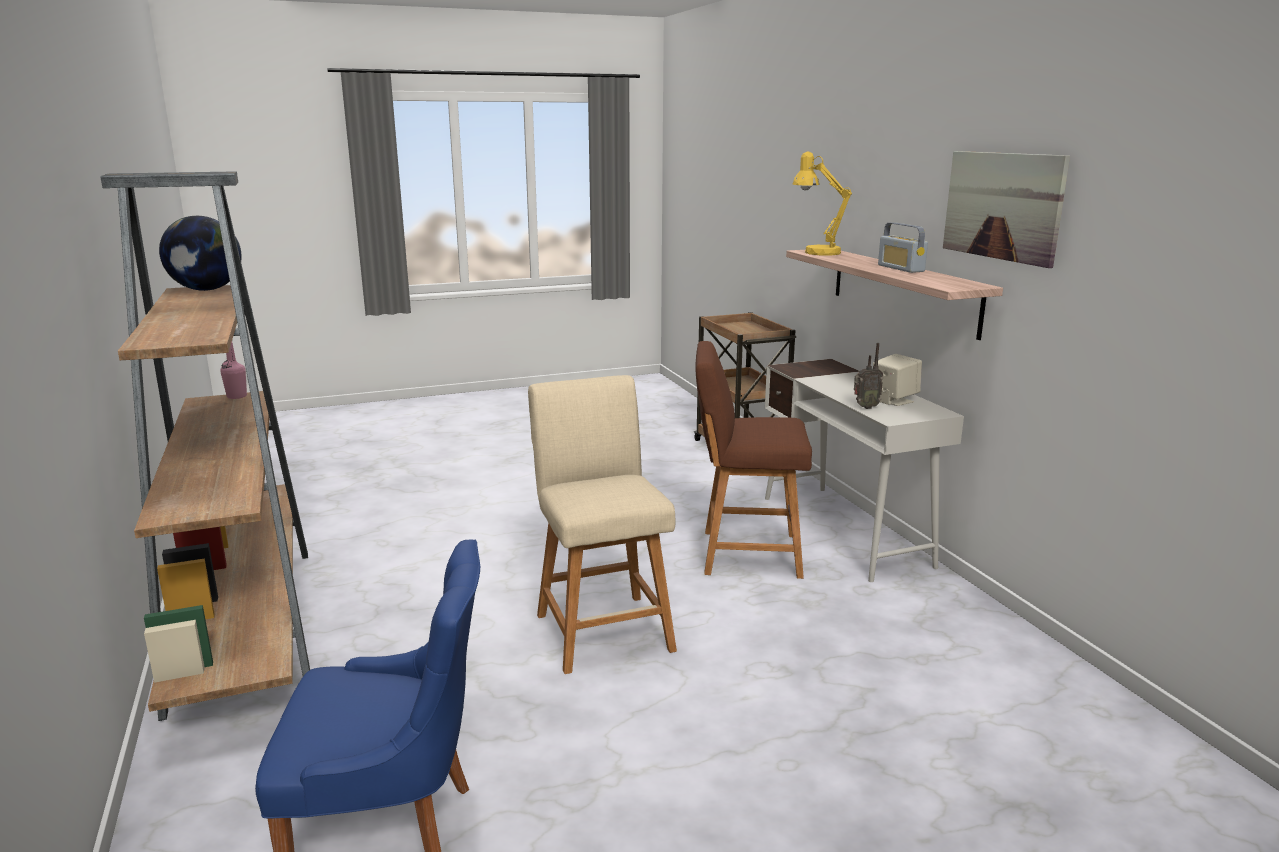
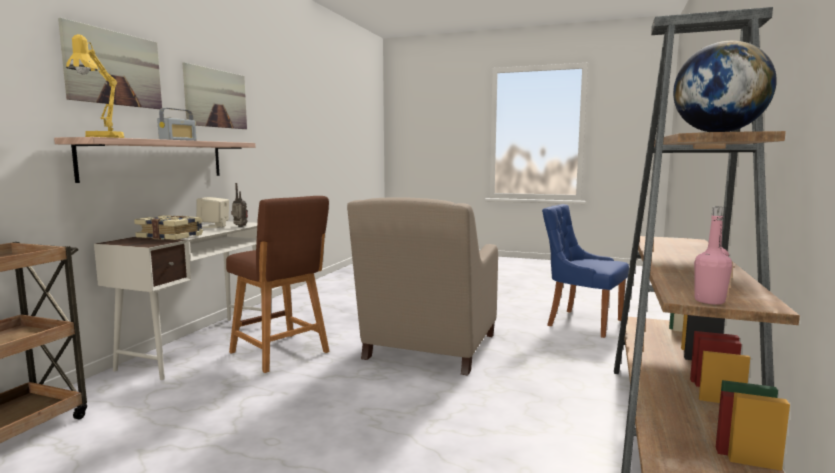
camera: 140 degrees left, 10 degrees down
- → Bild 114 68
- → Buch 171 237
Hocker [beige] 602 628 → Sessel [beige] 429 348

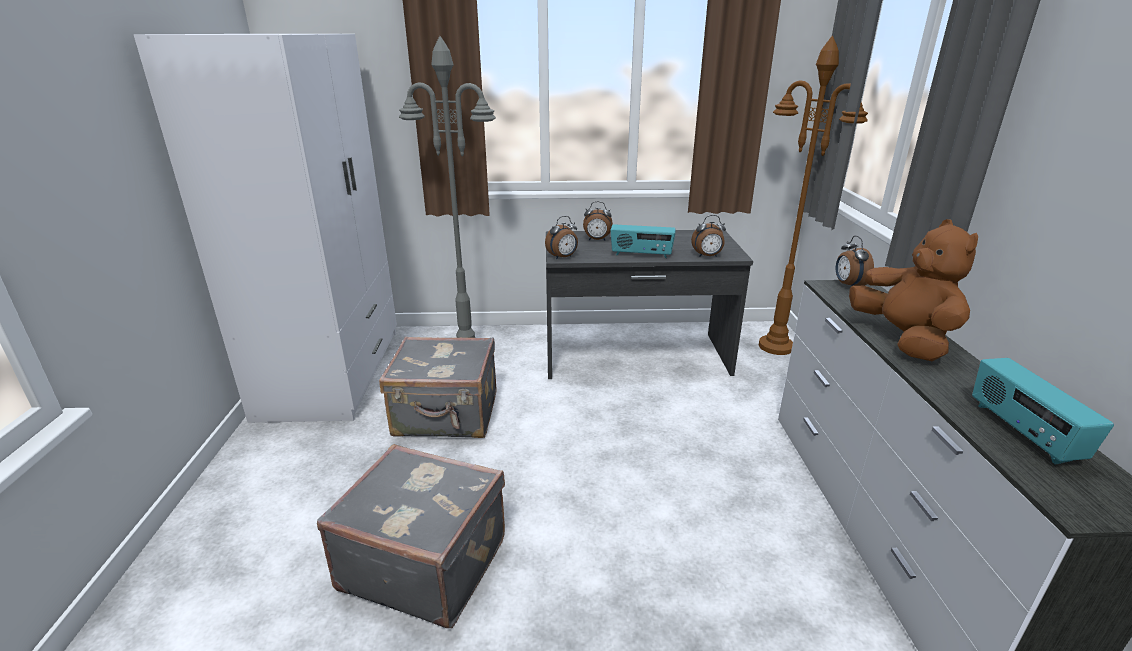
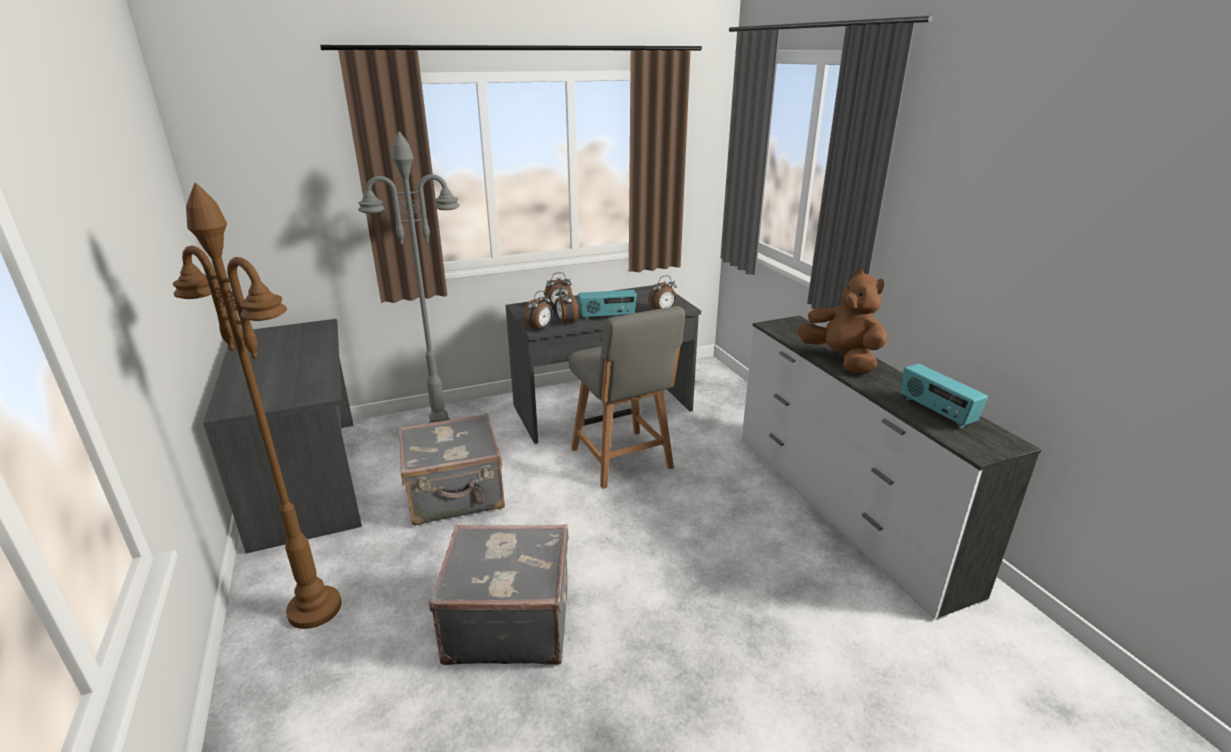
camera: 20 degrees left, 0 degrees up
- → Stuhl [grau] 623 460
Stehlampe [braun] 776 347 → Stehlampe [braun] 315 609, shifted
Wecker 848 285 → Wecker 566 322, shifted
Kleiderschrank [weiß] 333 372 → Schreibtisch [grau] 310 478

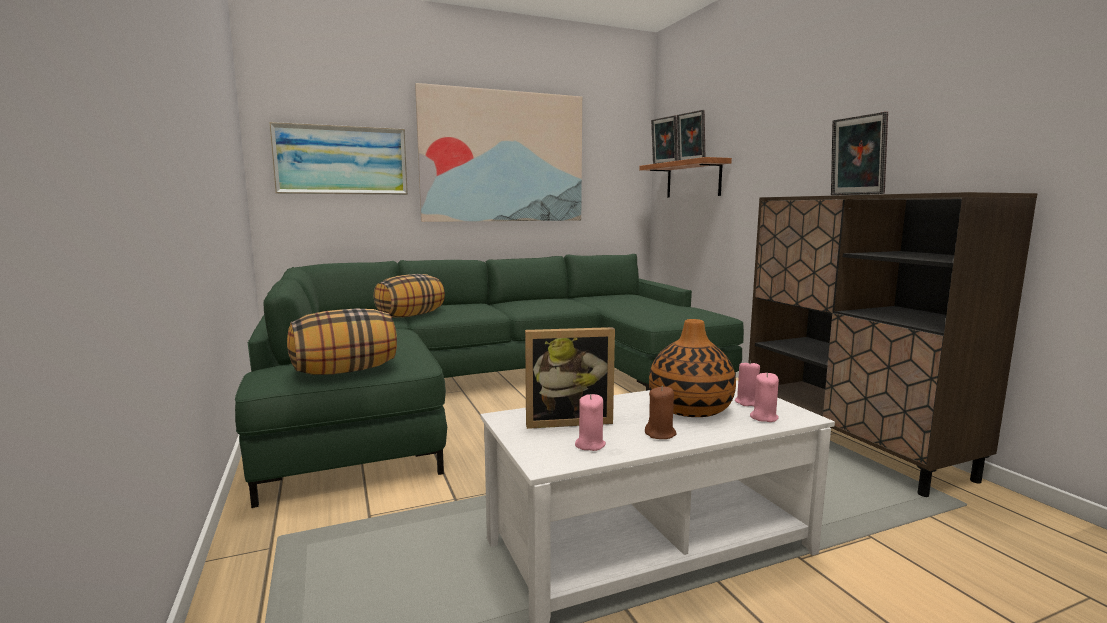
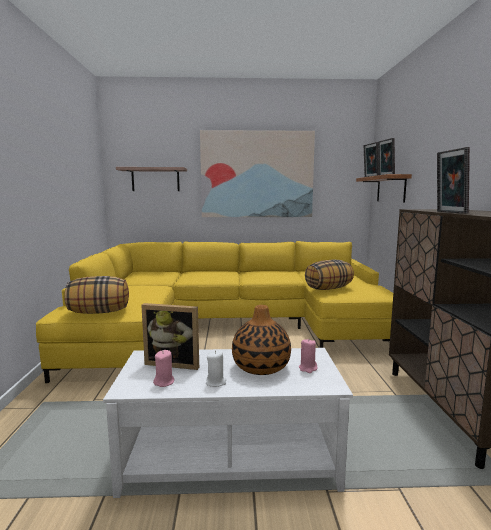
camera: 20 degrees right, 0 degrees up
Kerze [rosa] 763 417 → -
Kissen 410 315 → Kissen 328 288, shifted
Bild 341 160 → Wandregal 155 180
Sofa [grün] 490 387 → Sofa [gelb] 227 327
Kerze [braun] 660 434 → Kerze [weiß] 216 382

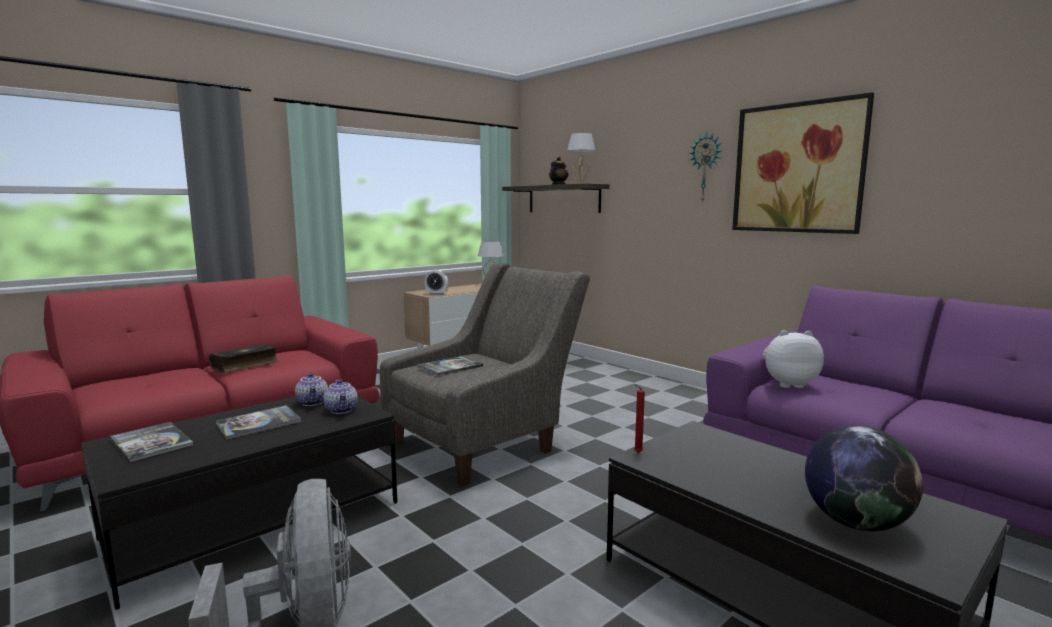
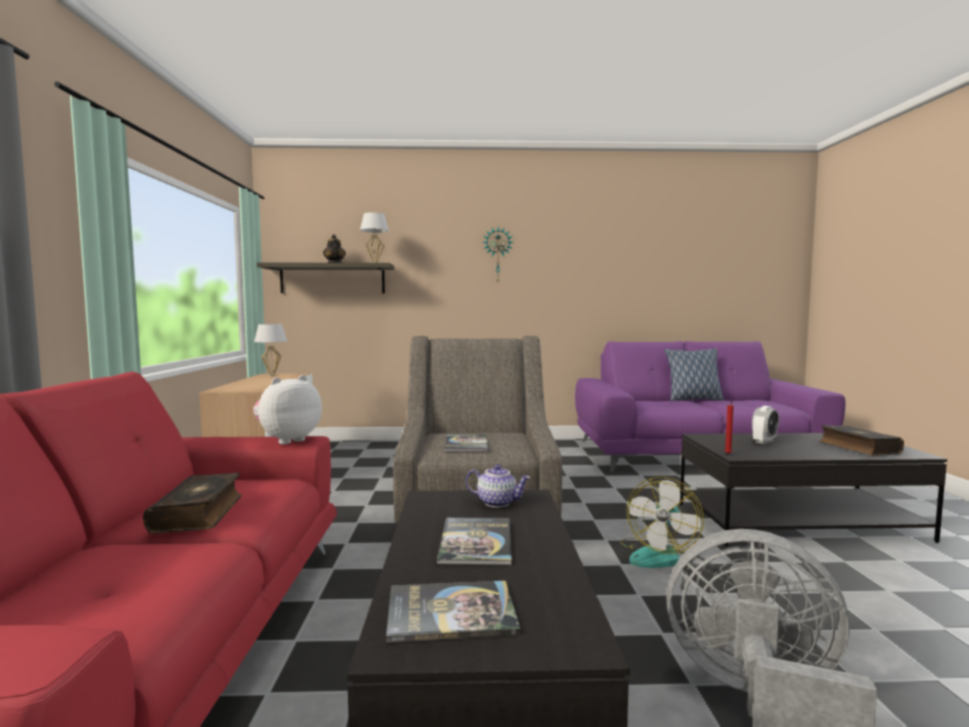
camera: 50 degrees left, 5 degrees down
Teekanne 313 402 → -
Bild 798 168 → -
- → Ventilator 657 554
- → Kissen 693 399
Wecker 436 294 → Wecker 764 441, shifted
Plüschtier 788 384 → Plüschtier 287 440, shifted
Globus 855 523 → Buch 858 448

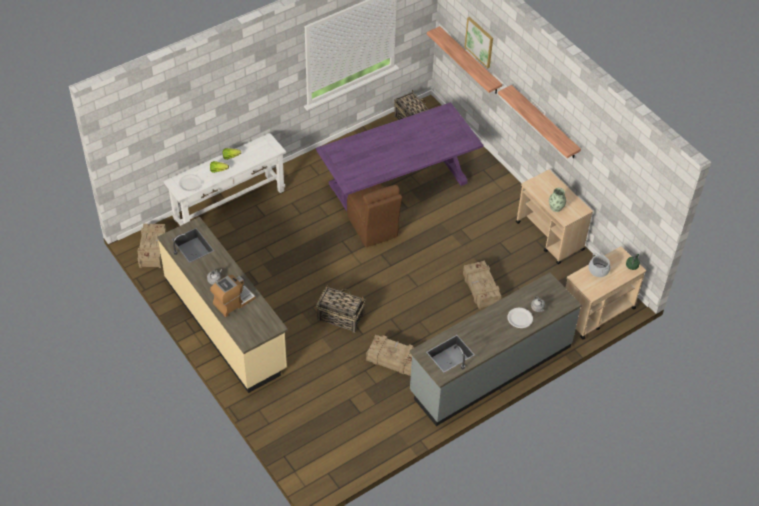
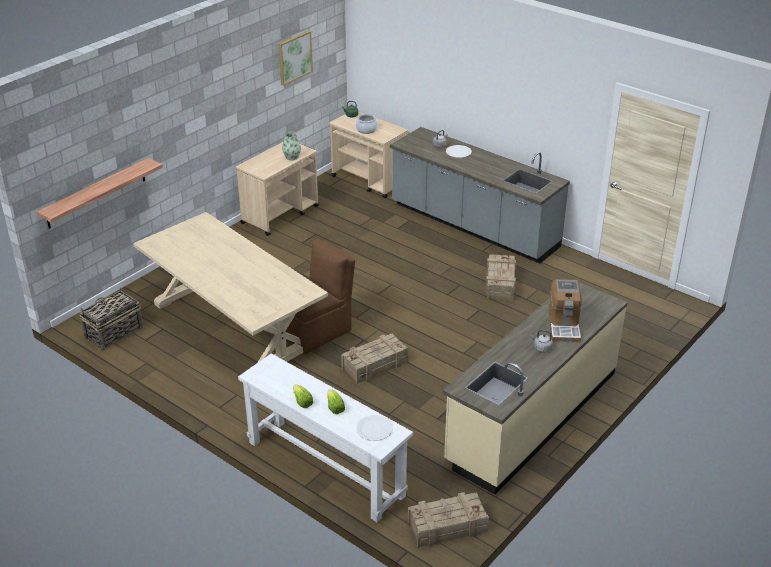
camera: 105 degrees left, 15 degrees down
Korb 340 317 → -
Wandregal 544 122 → -
Kiste 481 289 → Kiste 375 365, shifted
Bild 479 42 → Bild 294 57, shifted
Esstisch [lila] 398 184 → Esstisch [beige] 234 325
Kaffeemaschine 233 302 → Kaffeemaschine 564 326, 120 degrees counterclockwise

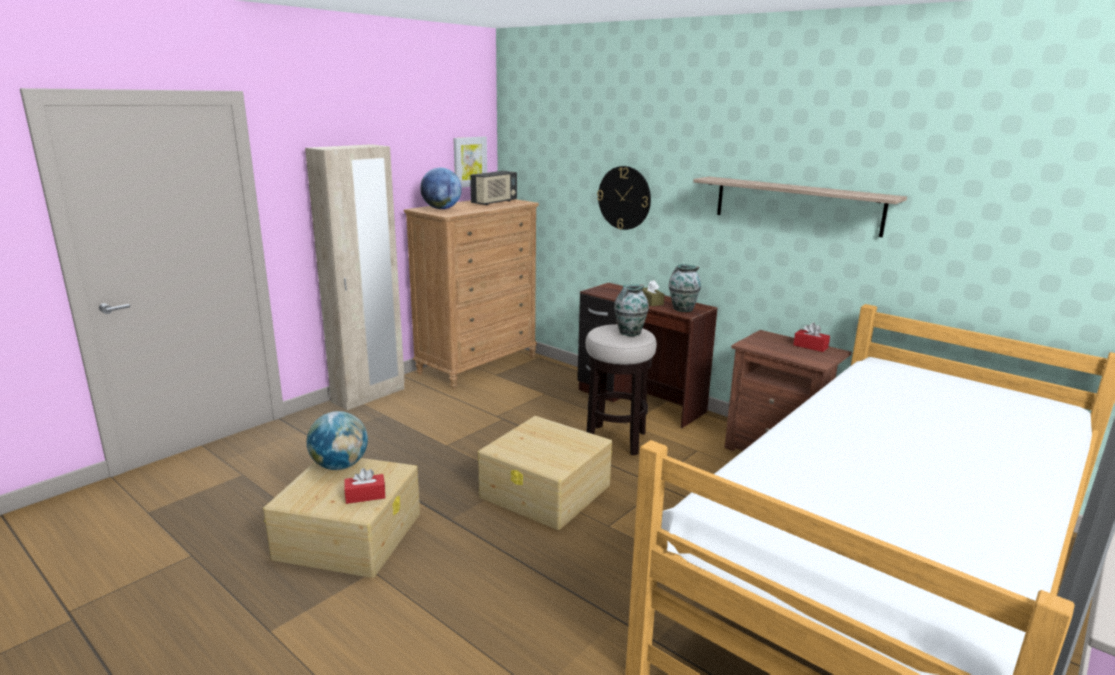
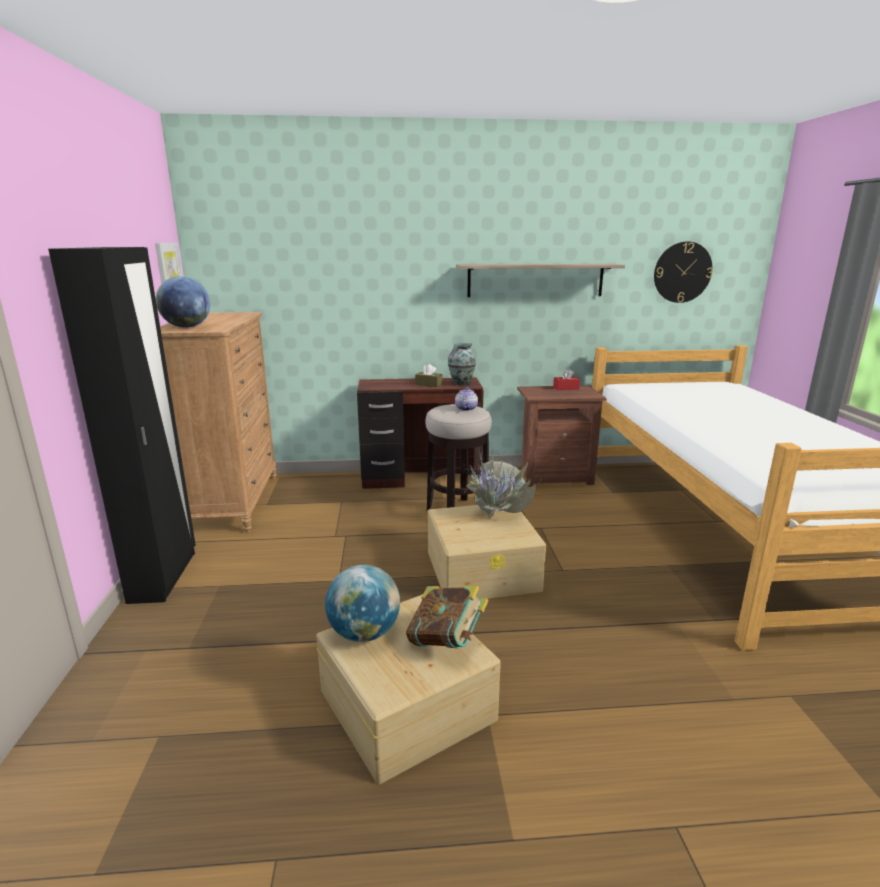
camera: 45 degrees left, 0 degrees up
Radio 494 202 → -
- → Topfpflanze 497 517
Wanduhr 624 198 → Wanduhr 682 272, shifted
Taschentuchbox [rot] 365 495 → Buch 447 641
Vase 629 333 → Teekanne 465 408
Kleiderschrank [beige] 369 396 → Kleiderschrank [schwarz] 164 577

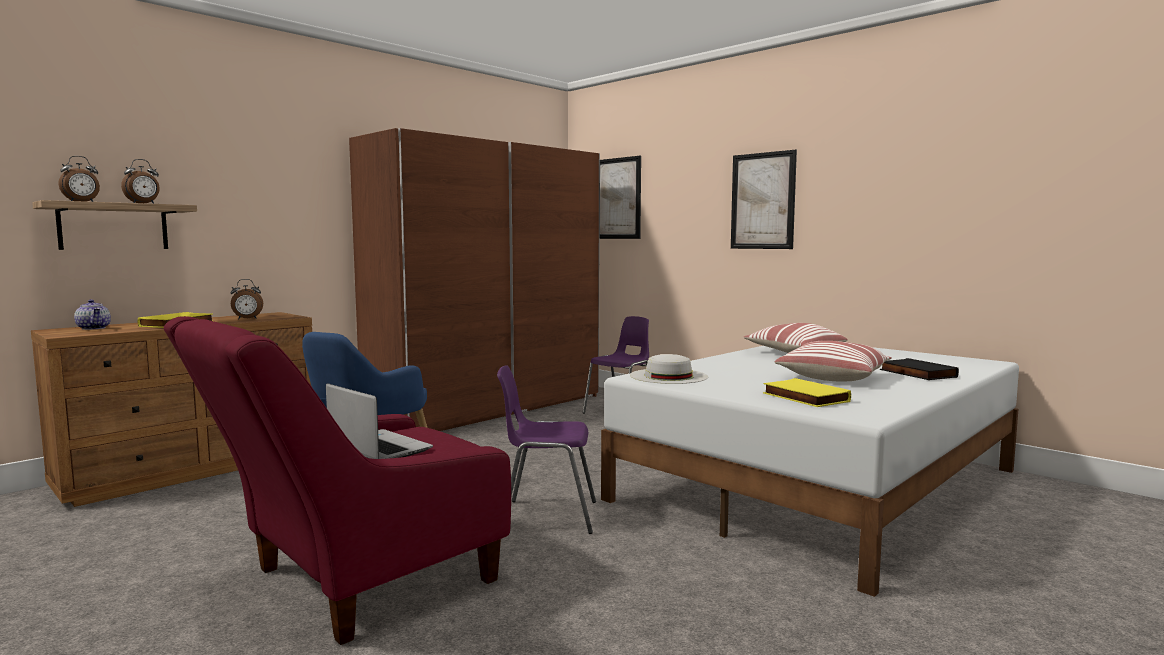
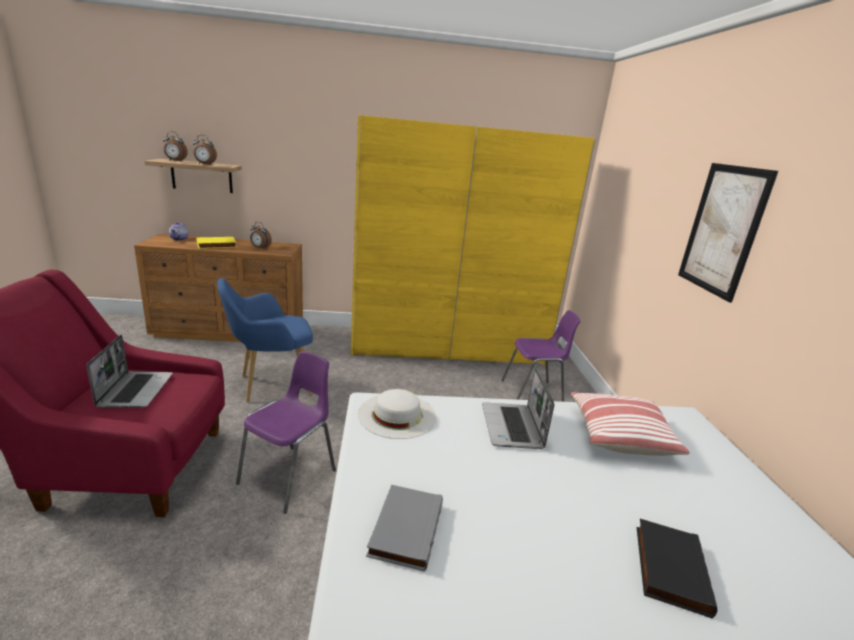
camera: 40 degrees right, 15 degrees up
Bild 618 198 → -
Kissen 833 377 → -
- → Laptop 512 427
Kleiderschrank [braun] 489 408 → Kleiderschrank [gelb] 447 346
Buch [gelb] 804 398 → Buch [grau] 404 528
Stuhl [lila] 547 516 → Stuhl [lila] 290 476, 75 degrees clockwise

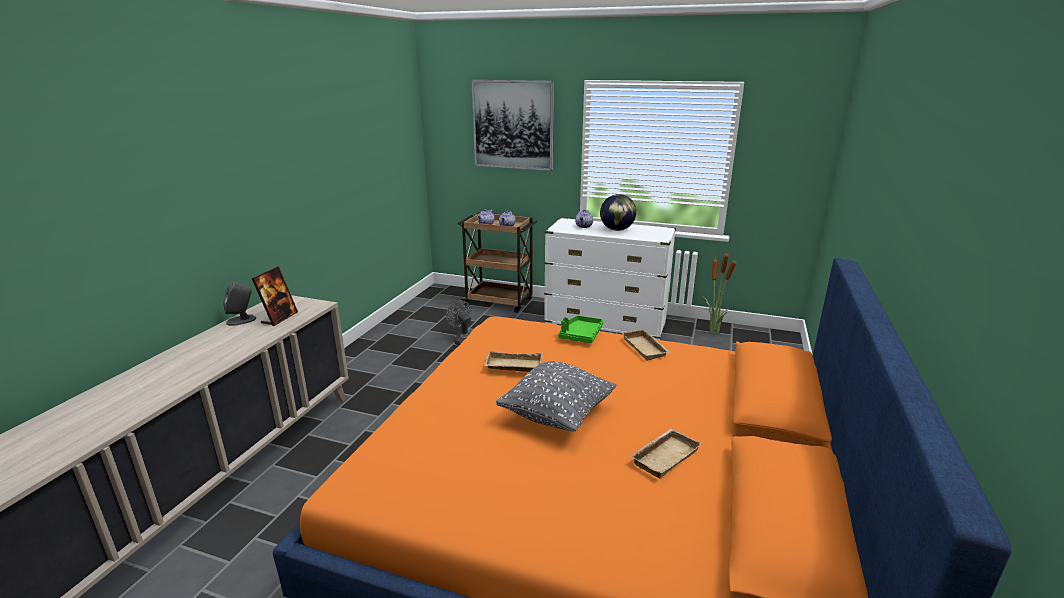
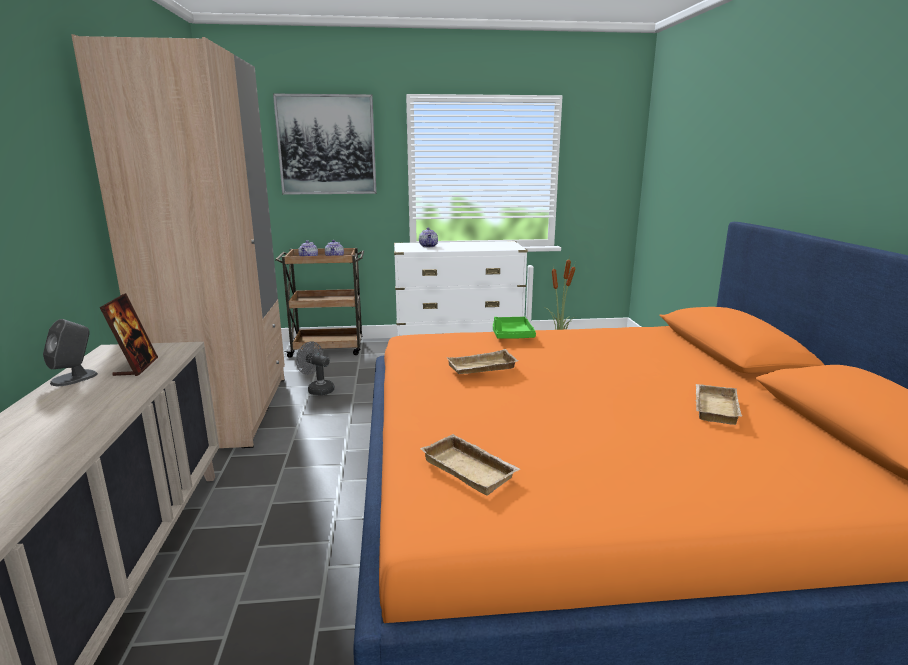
camera: 25 degrees left, 5 degrees down
Kissen [grau] 557 415 → -
Globus 617 230 → -
- → Kleiderschrank [beige] 227 411
Tablett [beige] 646 348 → Tablett [beige] 471 469, shifted

